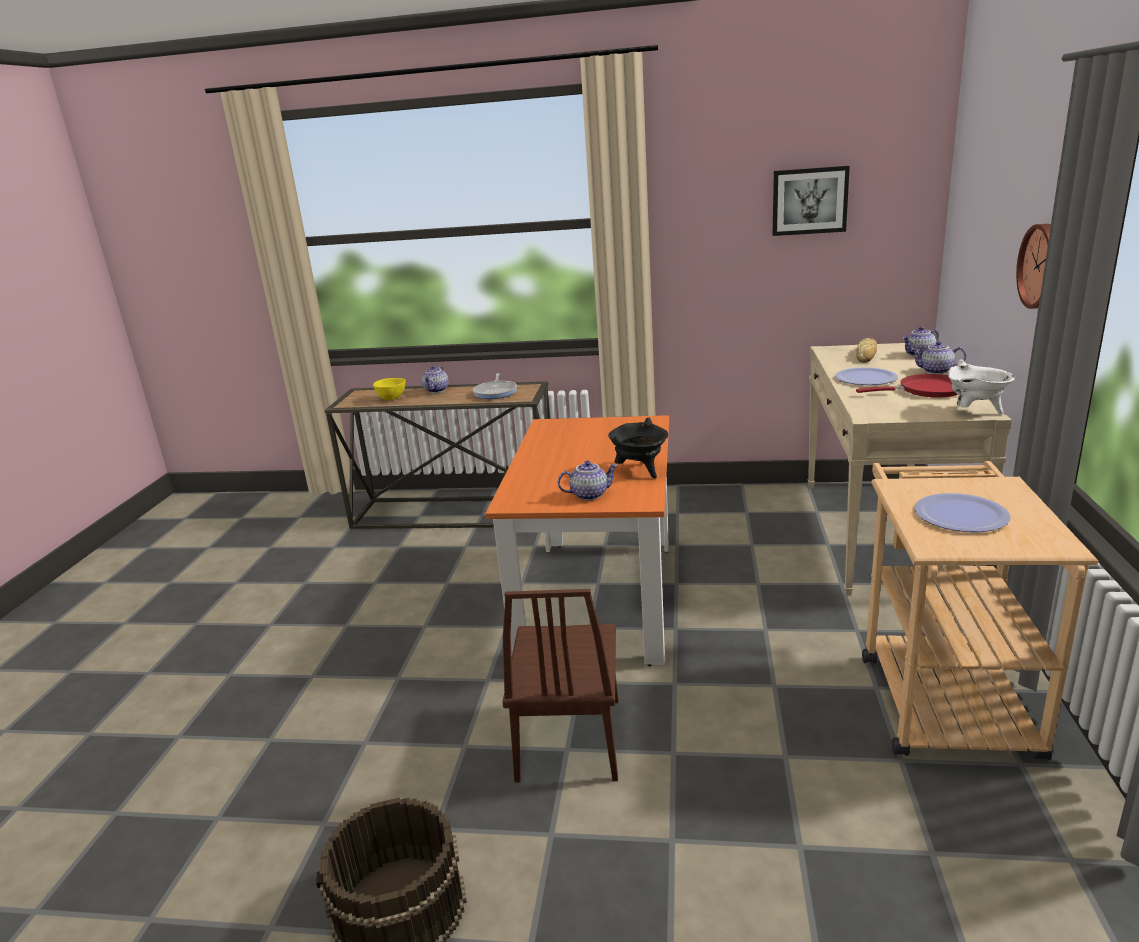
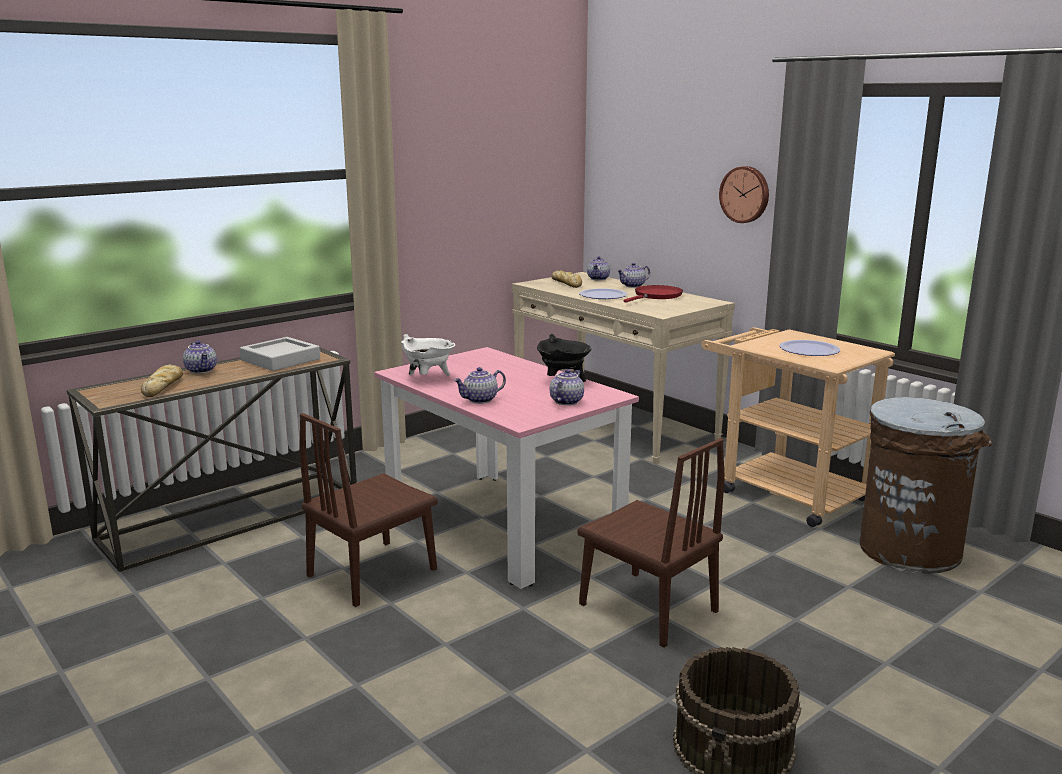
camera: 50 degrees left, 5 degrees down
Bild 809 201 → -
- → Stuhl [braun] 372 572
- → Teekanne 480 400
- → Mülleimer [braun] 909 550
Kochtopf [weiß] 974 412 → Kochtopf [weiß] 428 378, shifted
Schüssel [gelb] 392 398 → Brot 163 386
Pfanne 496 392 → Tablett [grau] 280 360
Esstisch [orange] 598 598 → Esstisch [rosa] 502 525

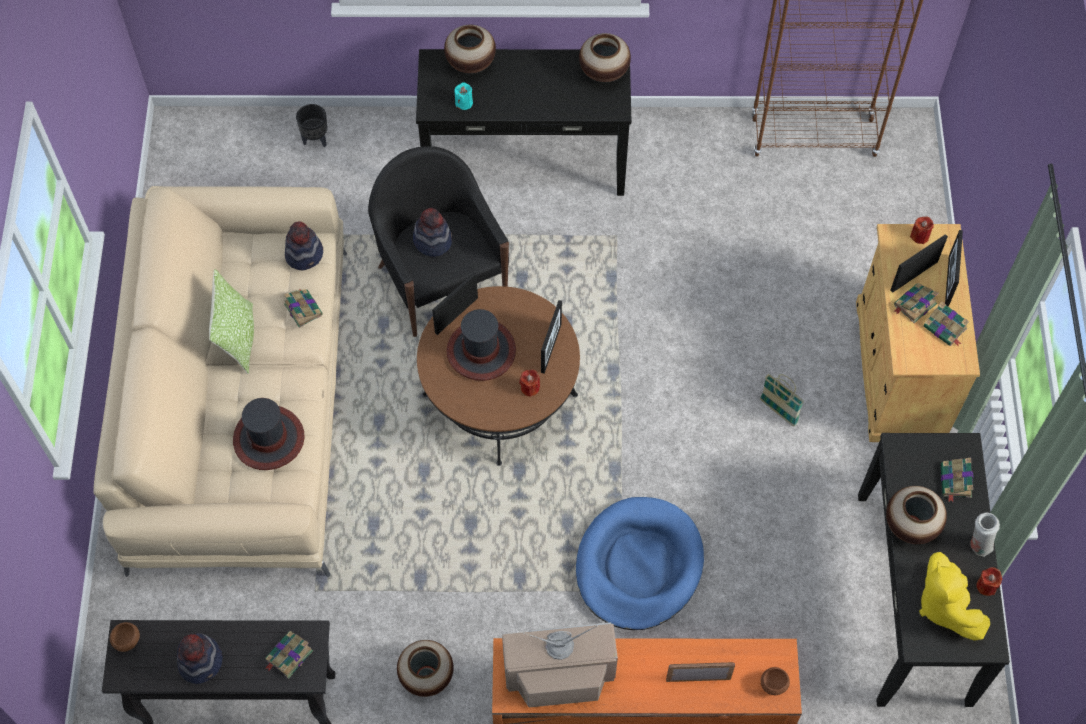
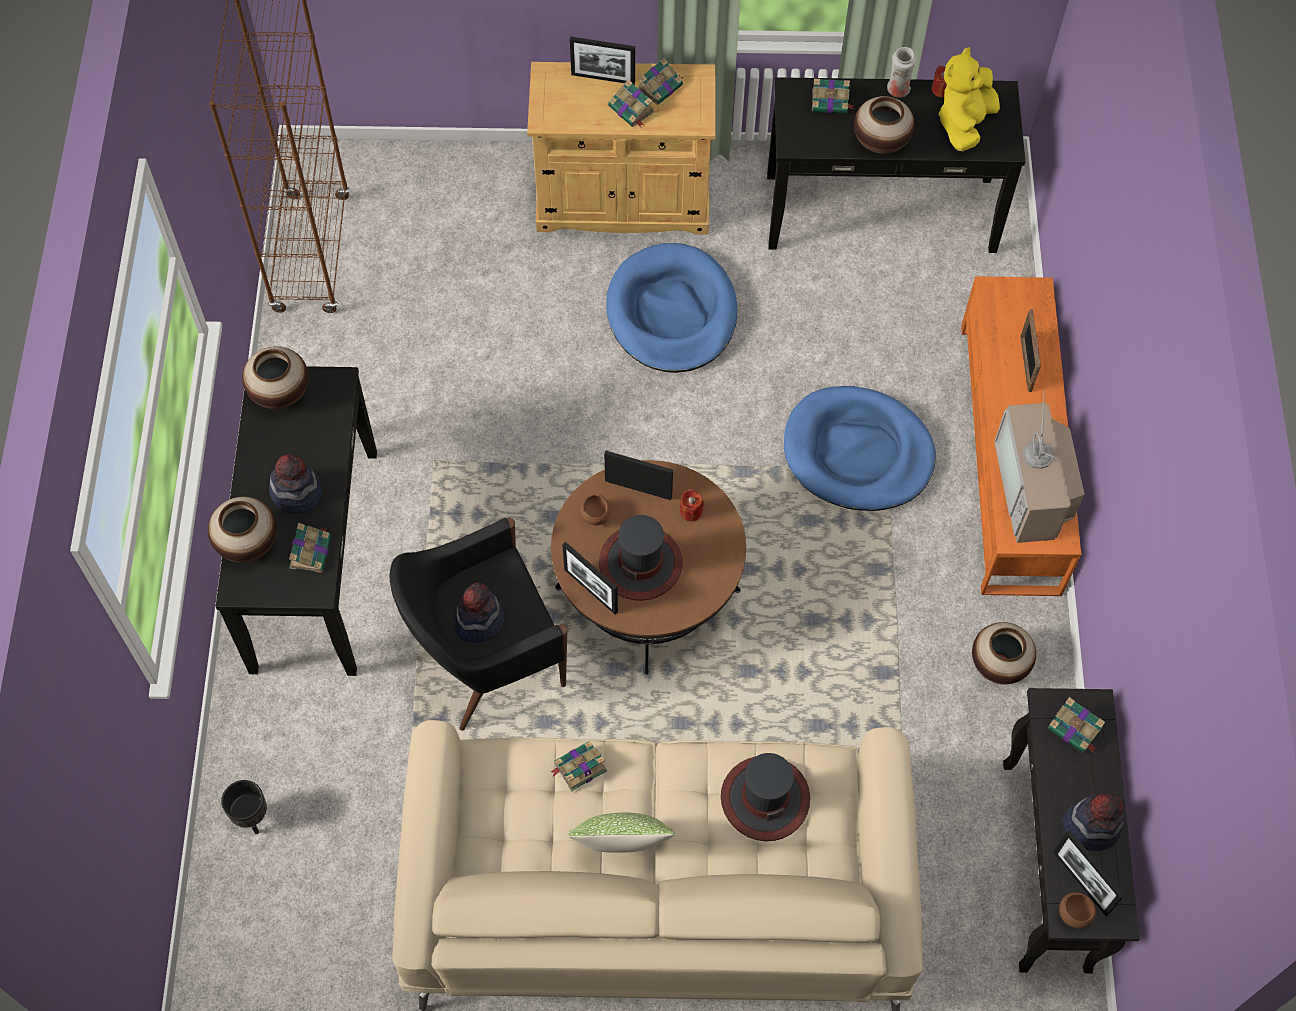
camera: 90 degrees left, 0 degrees up
Kerze [rot] 919 236 → -
Hut 305 254 → Hut 297 493, shifted
Schüssel [braun] 773 684 → Schüssel [braun] 595 516, shifted
Bilderrahmen 914 276 → Bilderrahmen 1081 882, shifted
Kerze [türkis] 464 103 → Buch 311 551
Korb 778 411 → Hundebett [blau] 671 312
Plüschtier [gelb] 944 605 → Plüschtier [gelb] 964 124, 135 degrees clockwise

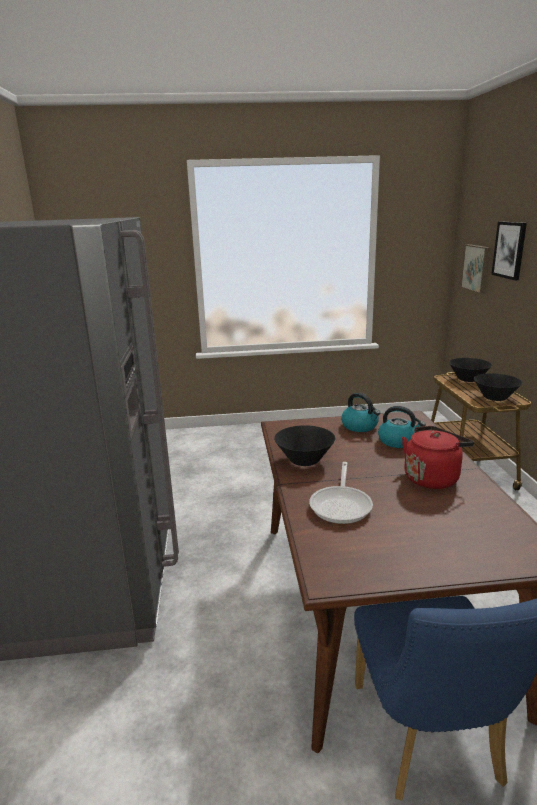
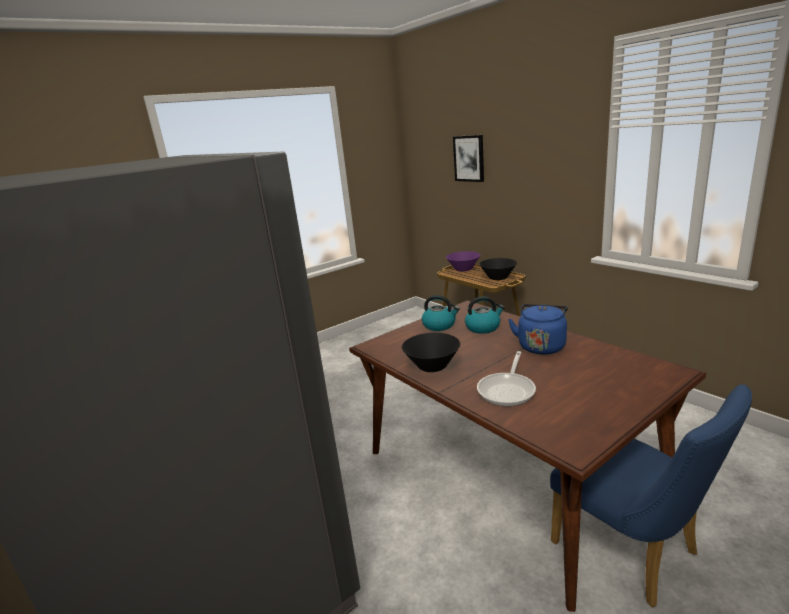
camera: 30 degrees left, 0 degrees up
Bild 477 268 → -
Wasserkessel [rot] 433 478 → Wasserkessel [blau] 541 345
Schüssel [schwarz] 468 379 → Schüssel [lila] 463 269
Pfanne 341 505 → Pfanne 508 390, 45 degrees clockwise

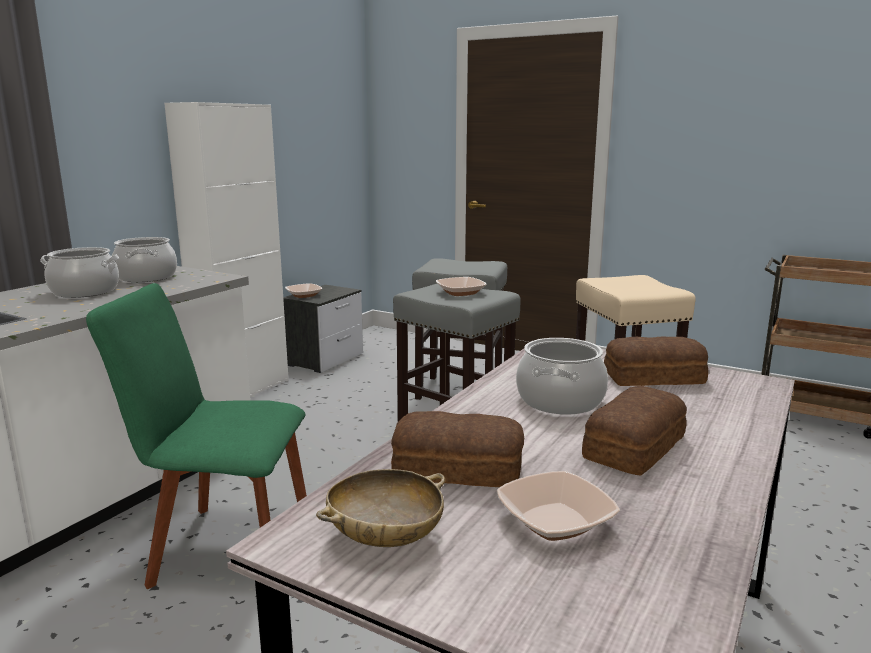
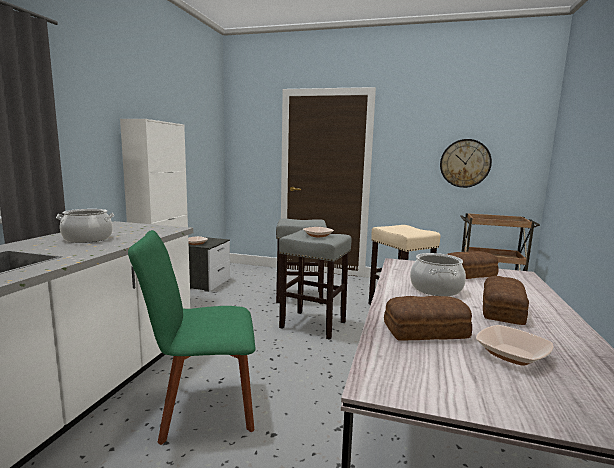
camera: 15 degrees left, 5 degrees down
Kochtopf 146 277 → -
Schüssel [beige] 385 537 → -
- → Wanduhr 465 163

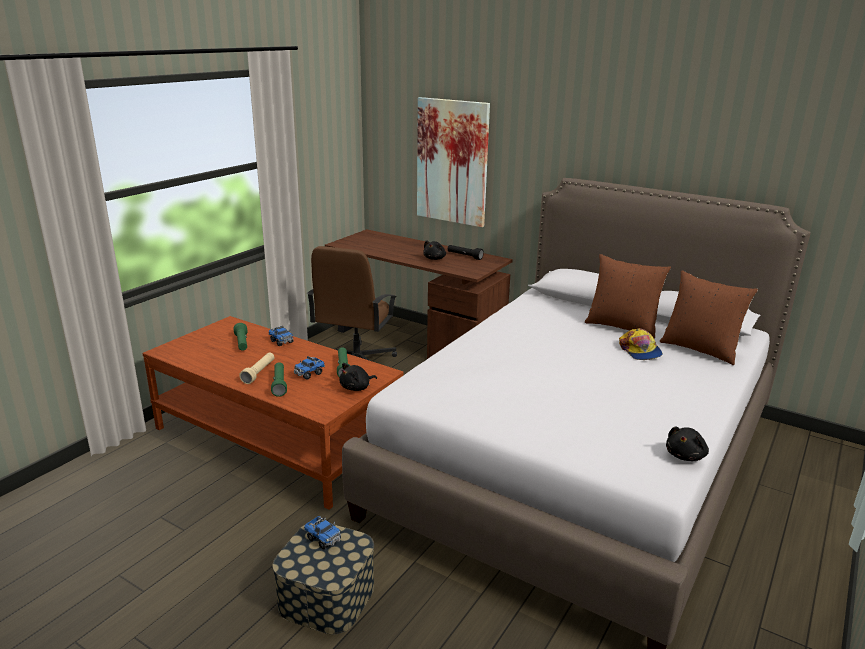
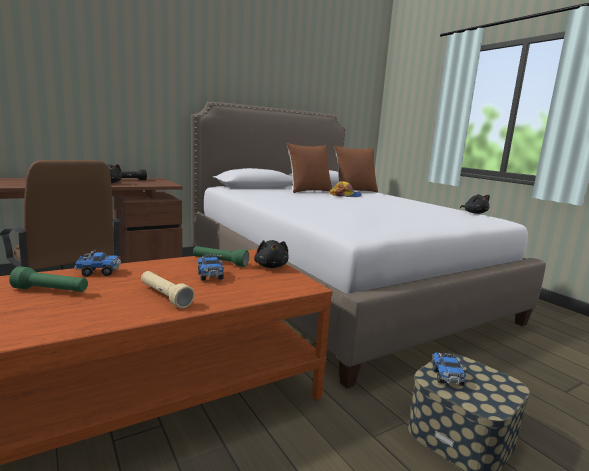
camera: 65 degrees left, 10 degrees down
Taschenlampe [grün] 279 384 → -
Bild 452 162 → -
Spielzeuglaster 323 539 → Spielzeuglaster 447 377, 120 degrees clockwise

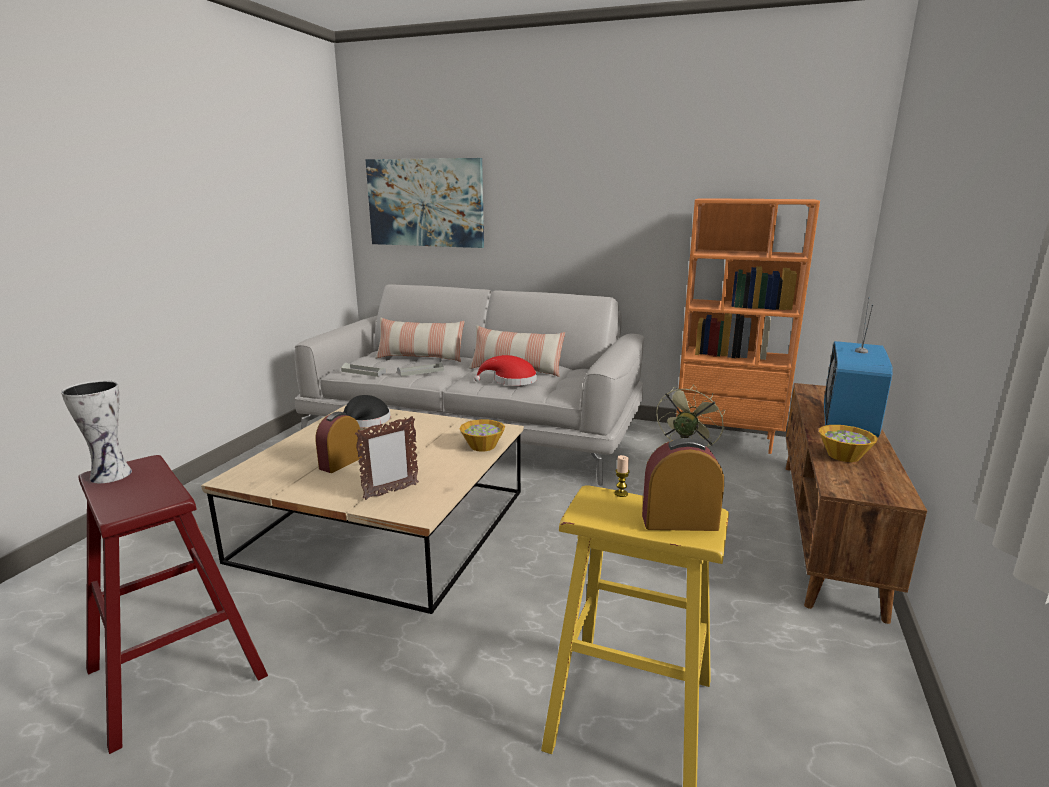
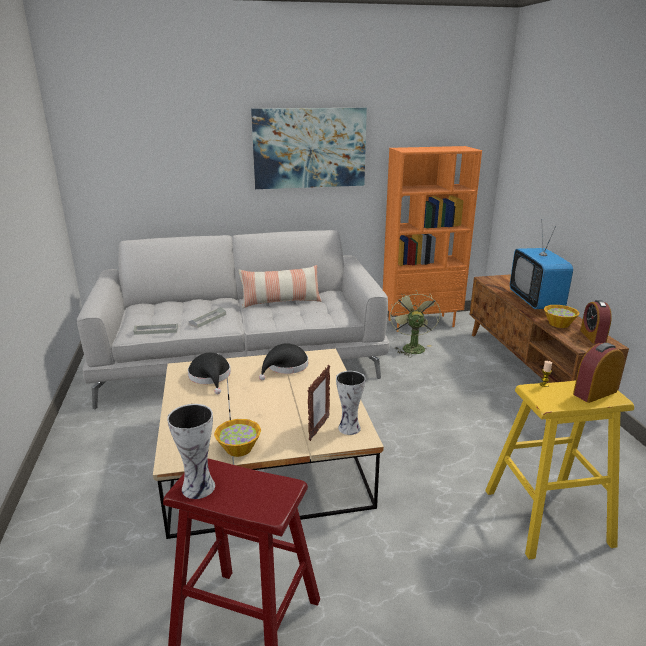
camera: 30 degrees left, 5 degrees up
Kissen 420 357 → -
Hut [rot] 511 381 → -
- → Hut [schwarz] 285 367
- → Vase 349 428
Wecker 341 463 → Wecker 592 336, shifted
Bild 425 203 → Bild 309 148, shifted
Schüssel 483 446 → Schüssel 239 448, shifted

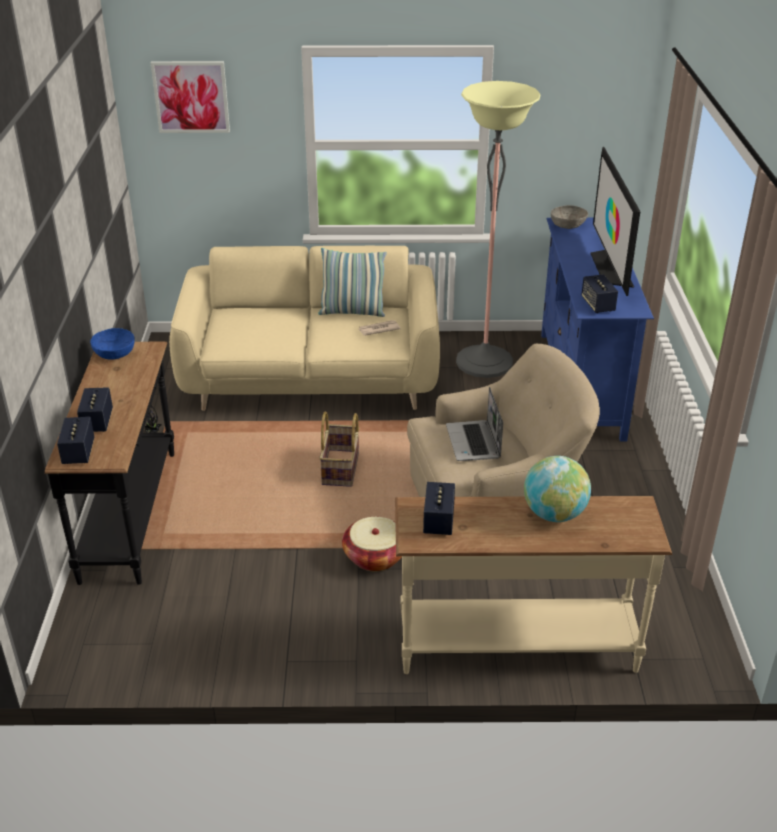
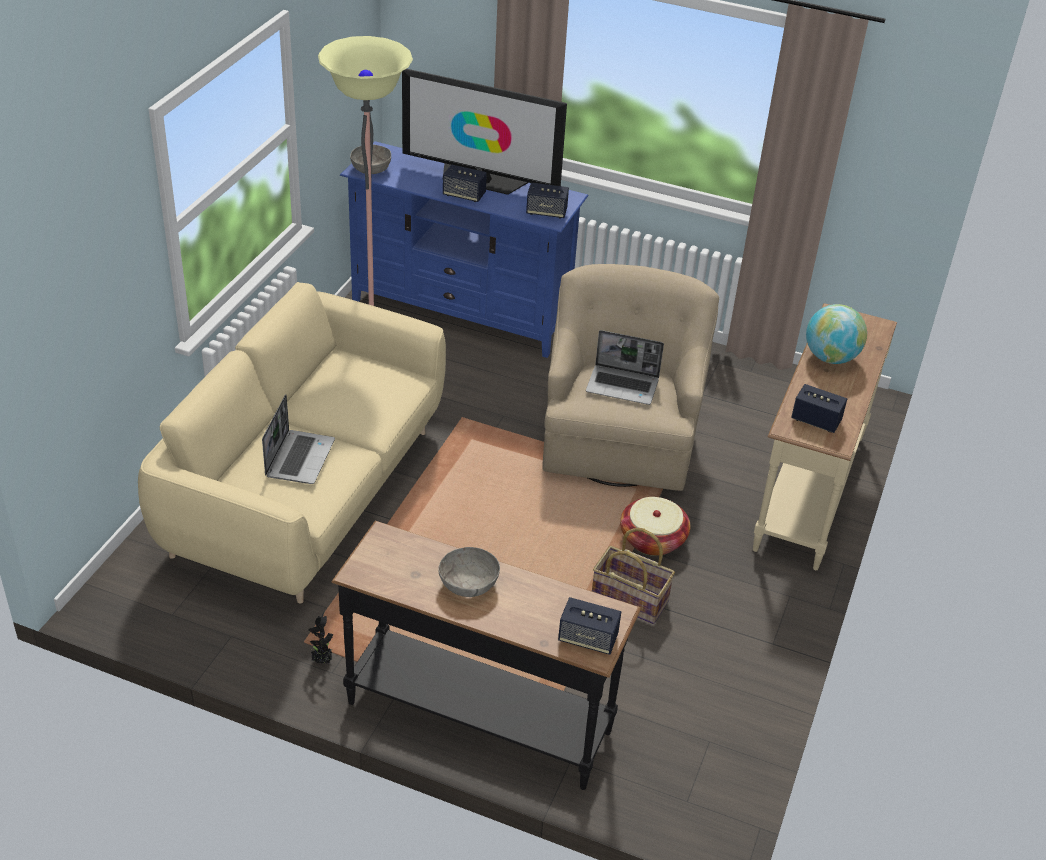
camera: 70 degrees left, 5 degrees up
Schüssel [blau] 114 353 → -
Bild 191 97 → -
Kissen 352 312 → -
Zeitung 378 329 → -
- → Laptop 299 458
- → Schüssel [grau] 468 584
Lautsprecher 97 422 → Lautsprecher 464 195, shifted
Korb 341 469 → Korb 630 599, shifted

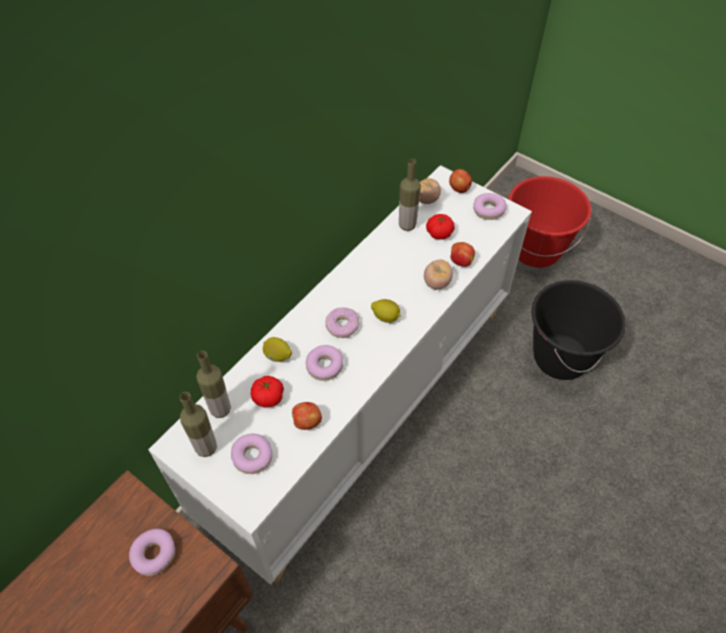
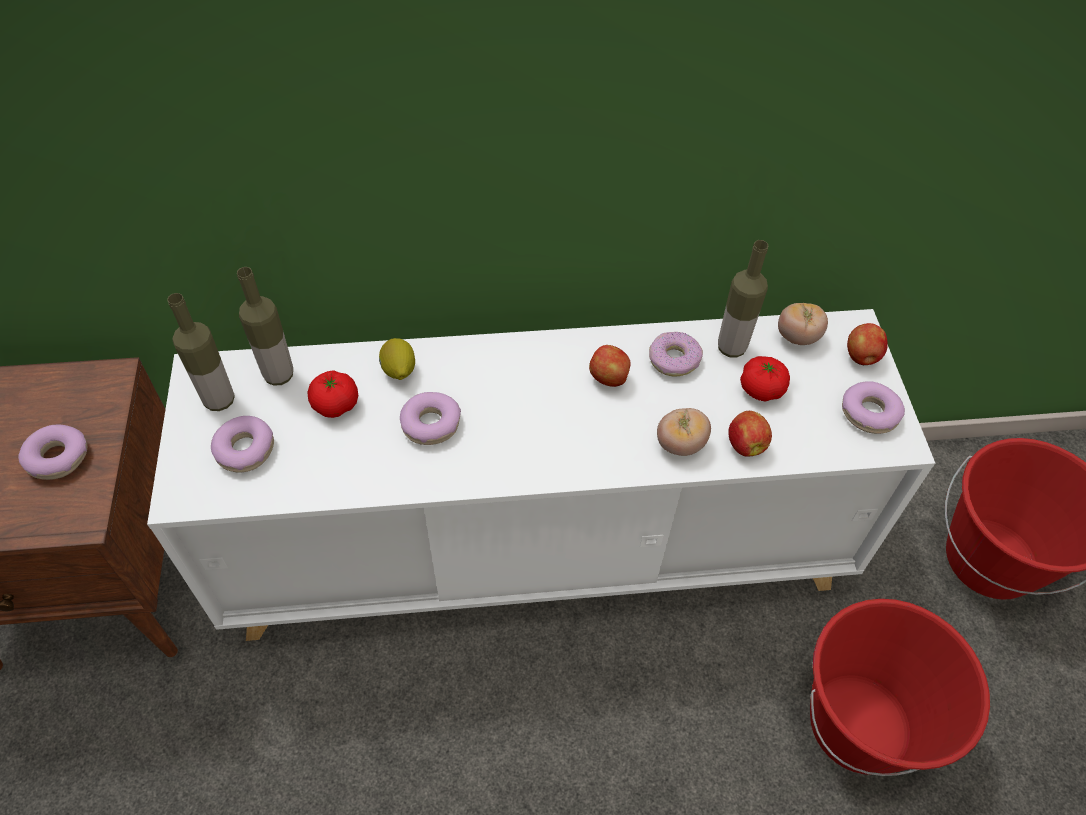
camera: 45 degrees right, 0 degrees up
Zitrone 386 317 → -
Apfel 307 422 → Apfel 609 378, shifted
Donut 342 326 → Donut 673 359, shifted
Eimer [schwarz] 560 357 → Eimer [rot] 858 724

